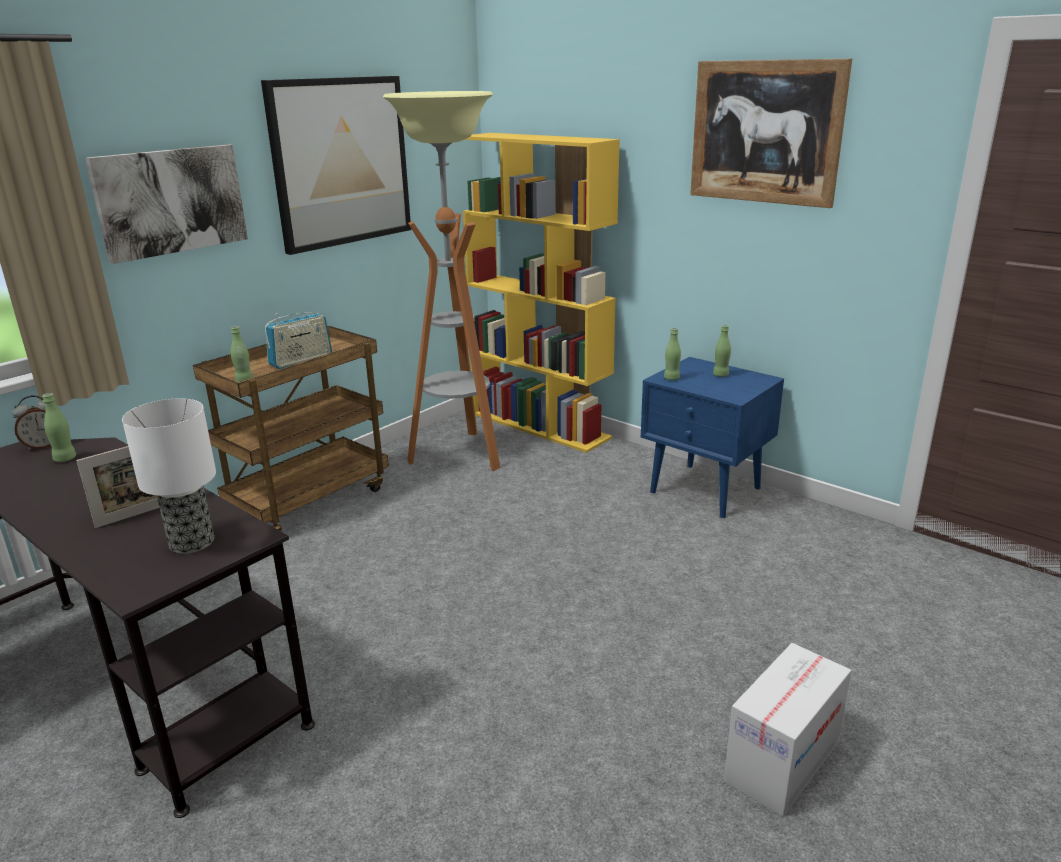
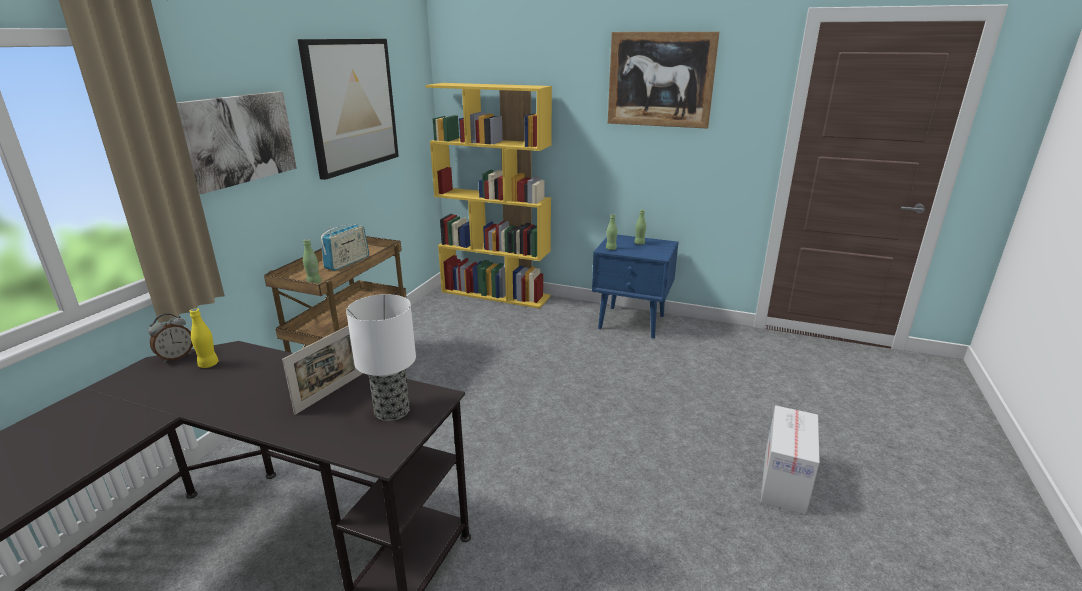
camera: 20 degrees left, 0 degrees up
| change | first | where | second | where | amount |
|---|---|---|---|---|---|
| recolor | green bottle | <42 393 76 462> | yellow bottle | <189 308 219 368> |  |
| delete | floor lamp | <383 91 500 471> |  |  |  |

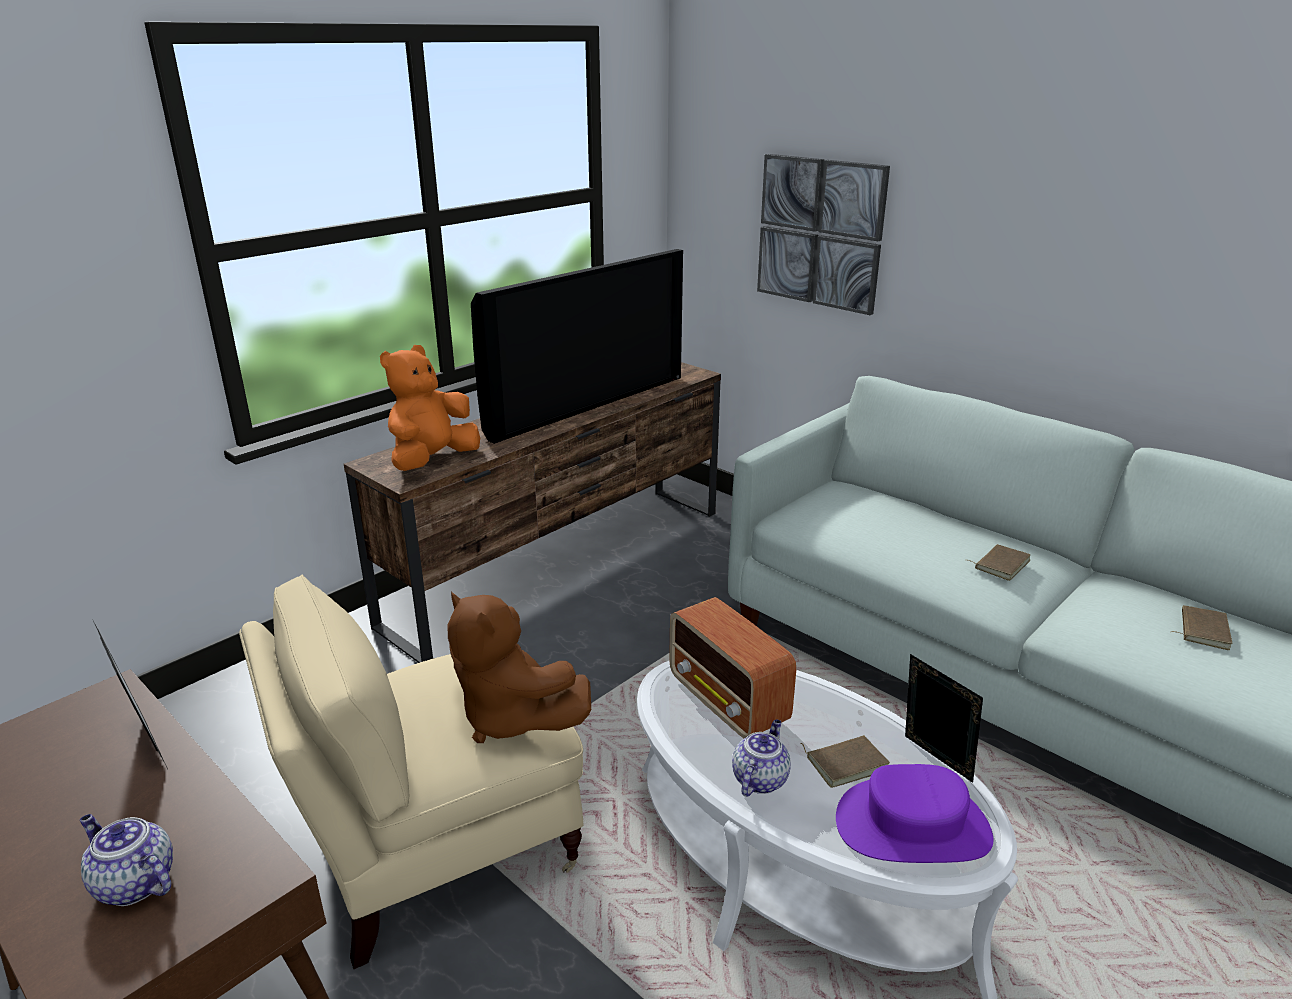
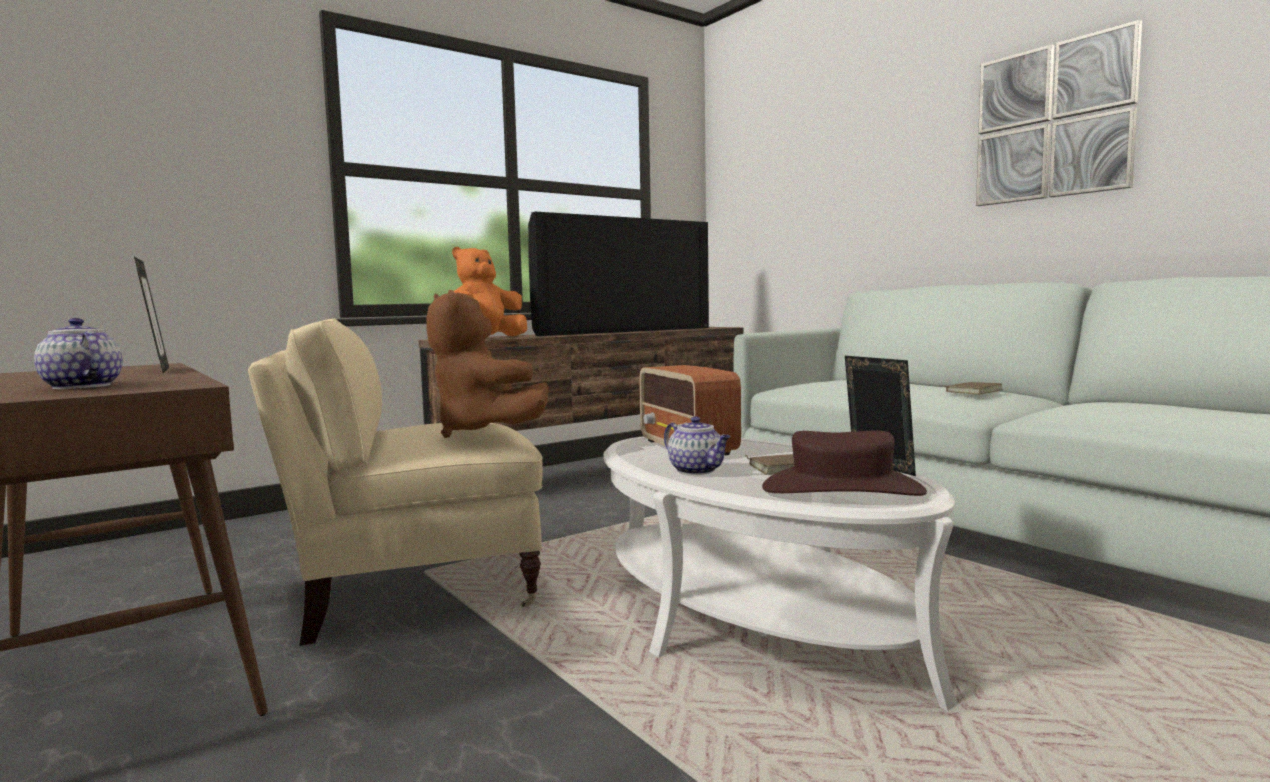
camera: 10 degrees right, 20 degrees down
| change | first | where | second | where | amount |
|---|---|---|---|---|---|
| rotate | teapot | <732 719 791 797> |  | <664 416 730 475> | 105 degrees clockwise |
| recolor | purple hat | <836 764 993 863> | brown hat | <762 430 927 496> |  |
| move | picture | <757 154 890 315> |  | <976 20 1142 206> |  |
| delete | brown book | <1171 605 1232 650> |  |  |  |

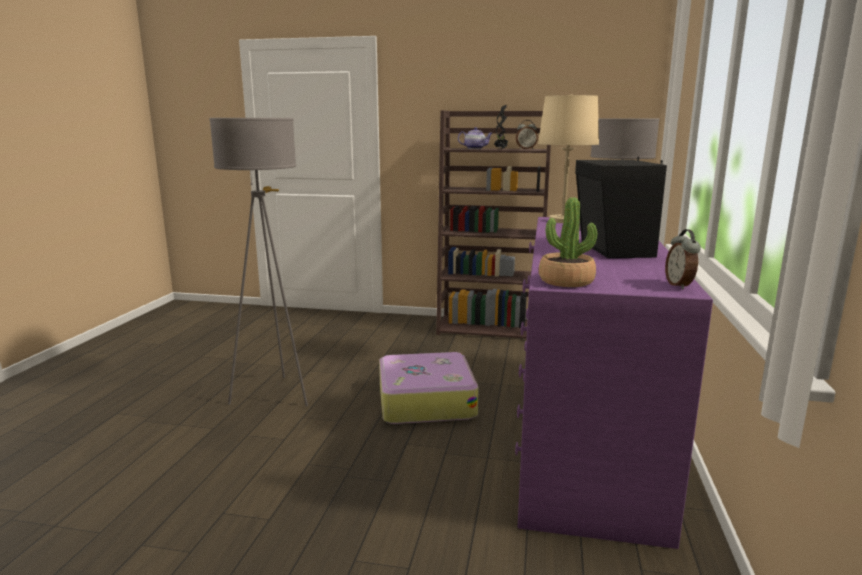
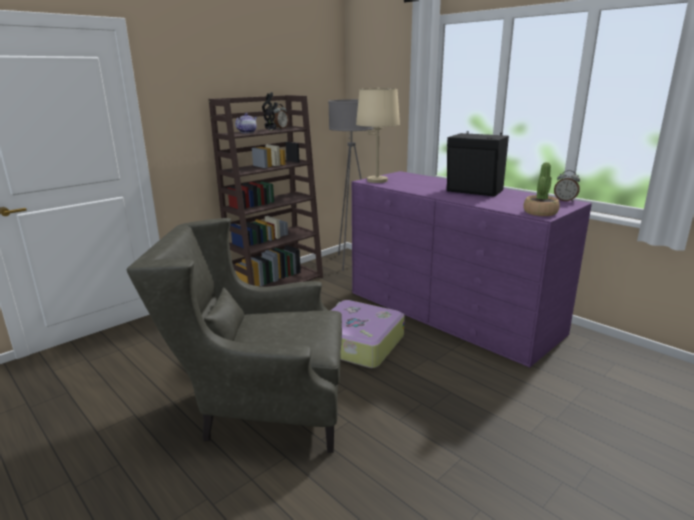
camera: 55 degrees left, 5 degrees up
| change | first | where | second | where | amount |
|---|---|---|---|---|---|
| replace | grey floor lamp | <209 118 308 406> | grey armchair | <127 218 342 453> |  |

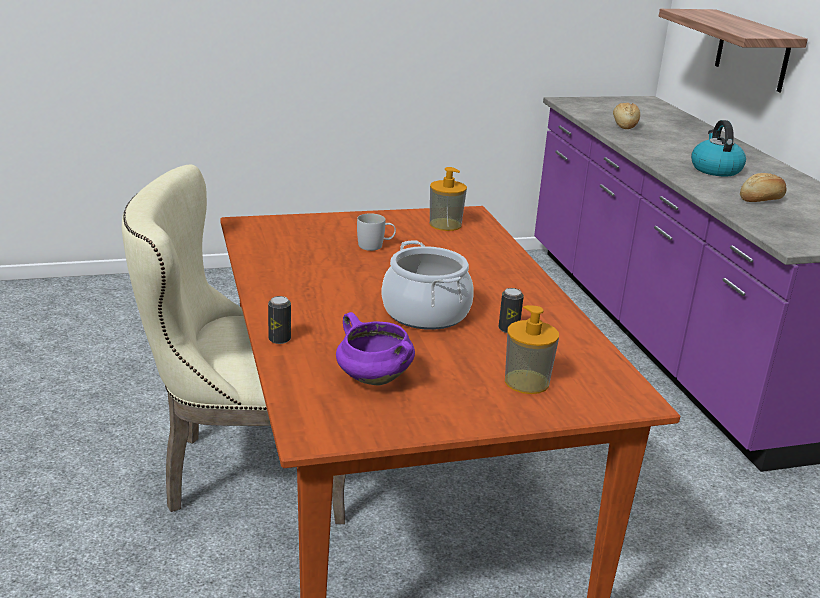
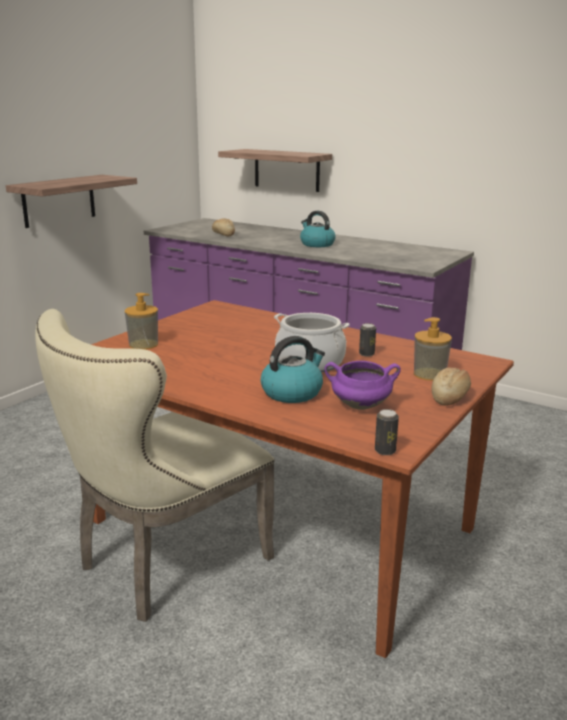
camera: 40 degrees left, 5 degrees down
| change | first | where | second | where | amount |
|---|---|---|---|---|---|
| insert |  |  | shelf | <6 175 137 228> |  |
| move | soap dispenser | <430 167 467 231> |  | <125 293 158 349> |  |
| insert |  |  | kettle | <261 336 325 403> |  |
| move | can | <268 296 291 344> |  | <375 409 399 455> |  |
| move | bread | <740 173 786 202> |  | <432 367 471 406> |  |
| delete | white mug | <357 213 396 251> |  |  |  |

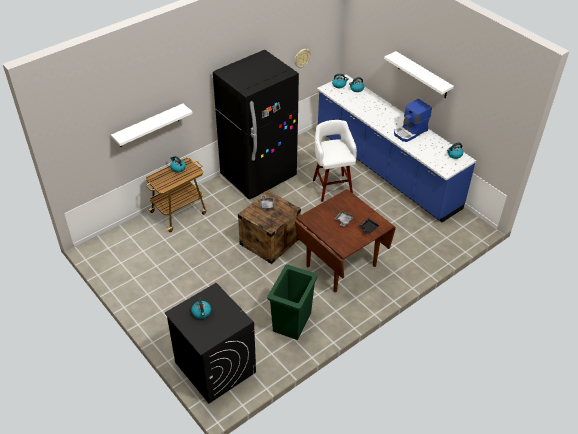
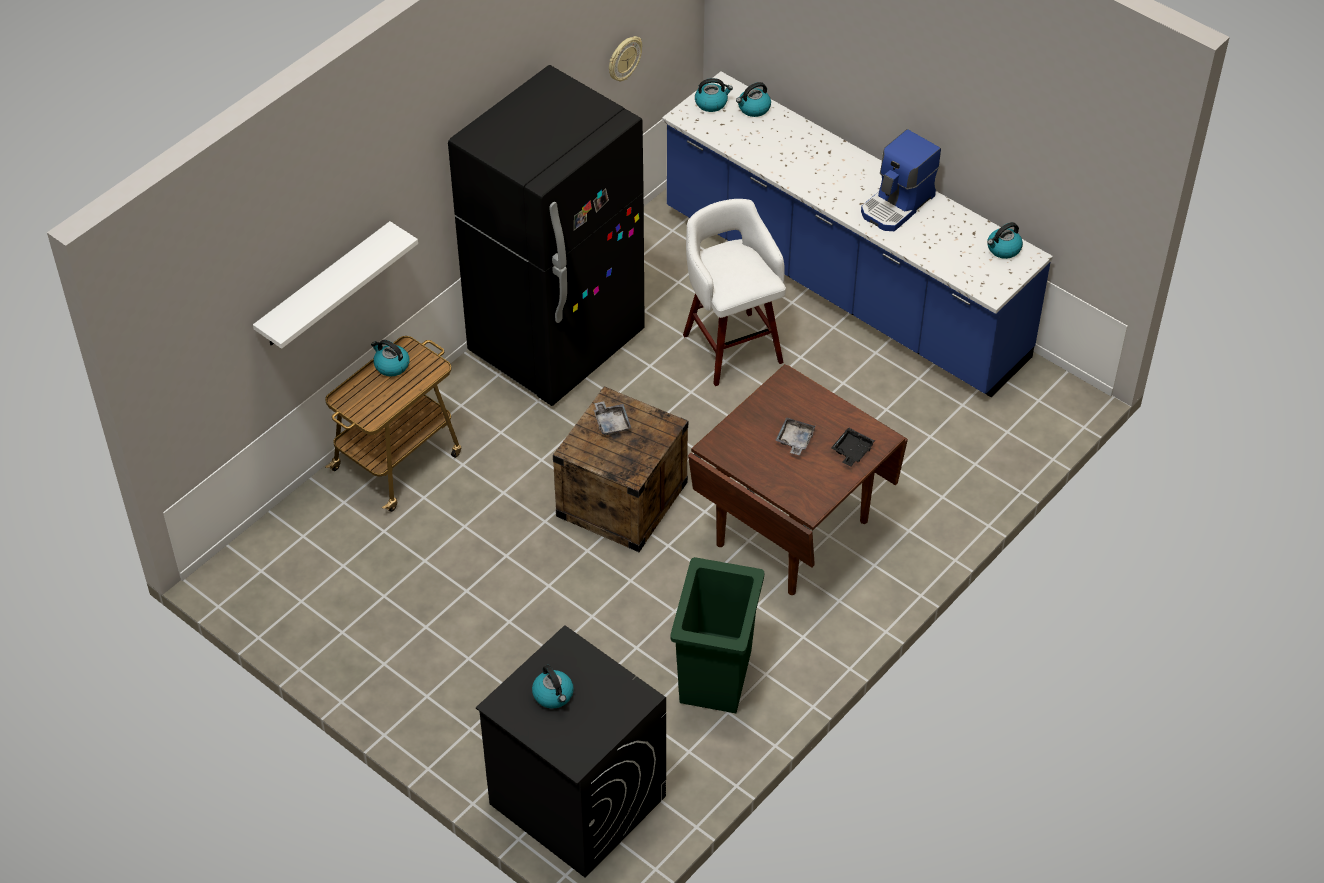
camera: 10 degrees left, 5 degrees up
| change | first | where | second | where | amount |
|---|---|---|---|---|---|
| delete | white shelf | <384 51 454 98> |  |  |  |

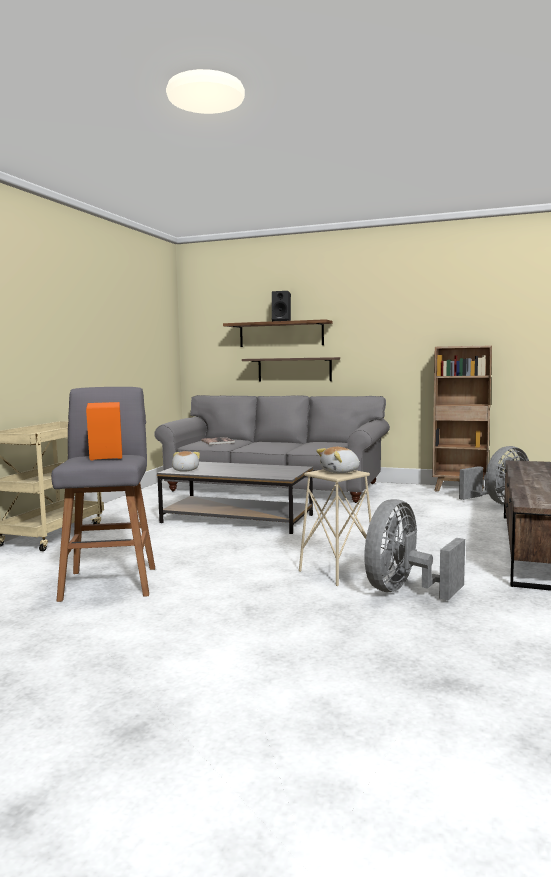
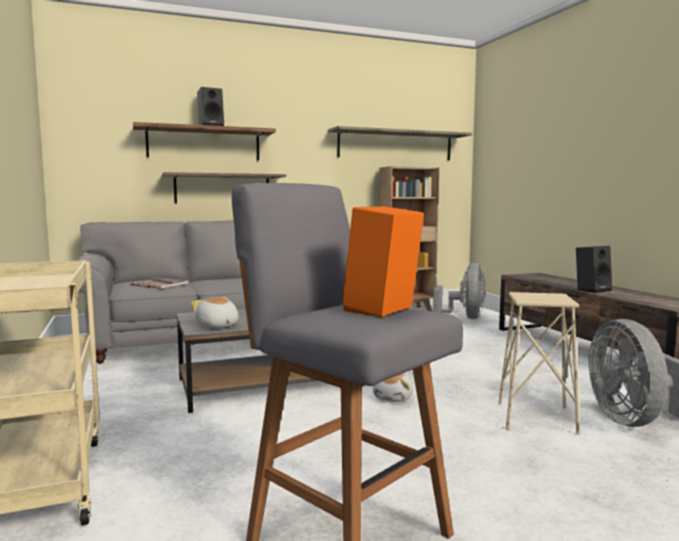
camera: 40 degrees left, 0 degrees up
| change | first | where | second | where | amount |
|---|---|---|---|---|---|
| insert |  |  | shelf | <328 126 472 160> |  |
| move | plush toy | <316 447 360 473> |  | <373 373 414 402> |  |
| insert |  |  | black speaker | <576 246 612 293> |  |

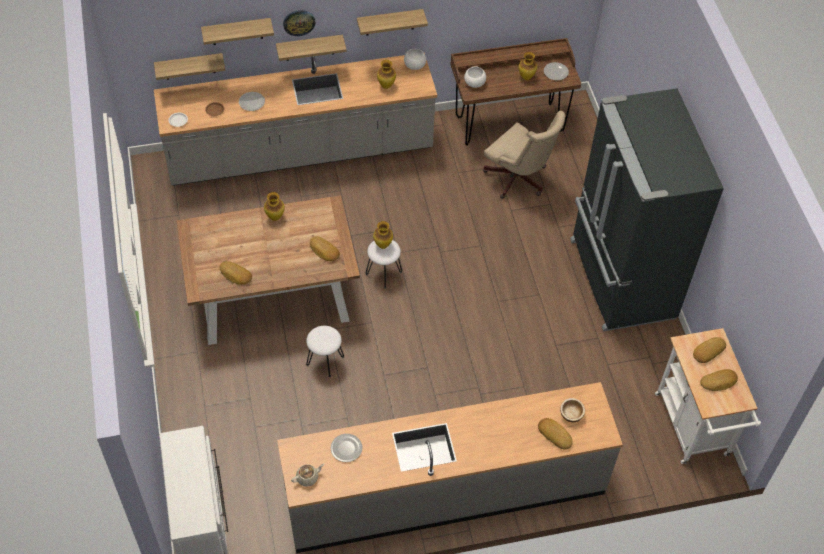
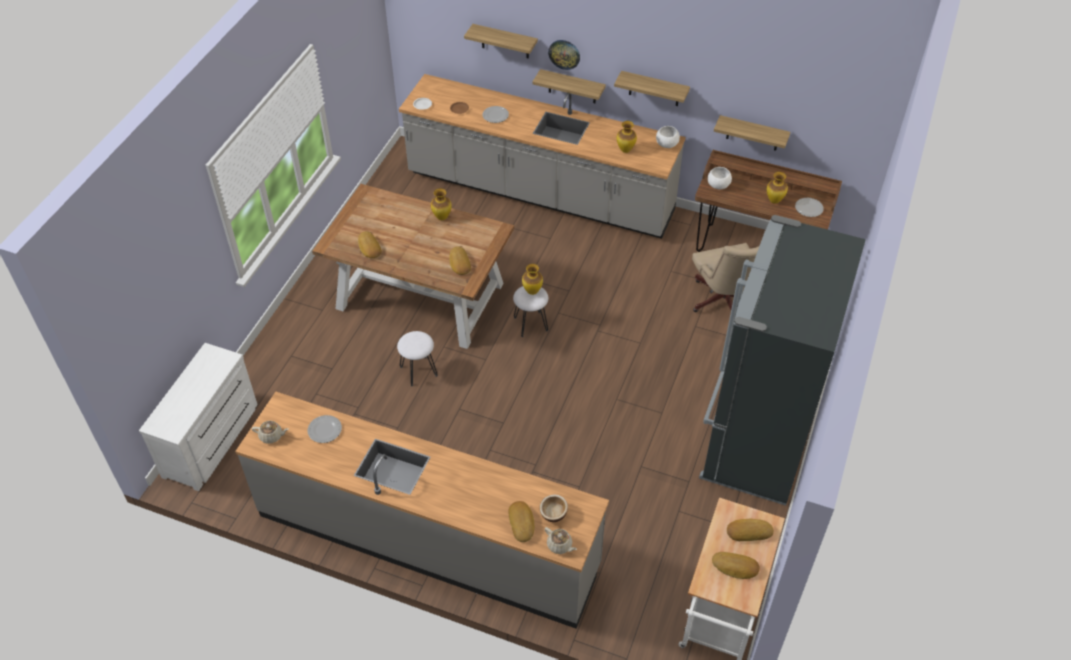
camera: 35 degrees right, 5 degrees down
| change | first | where | second | where | amount |
|---|---|---|---|---|---|
| insert |  |  | beige teapot | <545 527 577 554> |  |
| move | shelf | <154 53 225 80> |  | <714 115 790 151> |  |

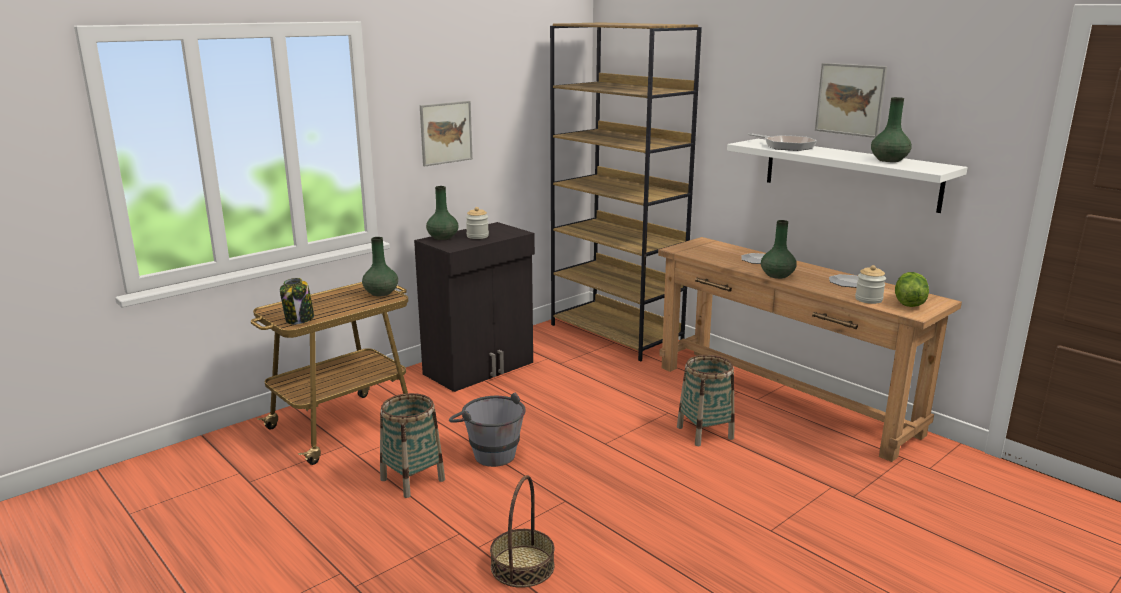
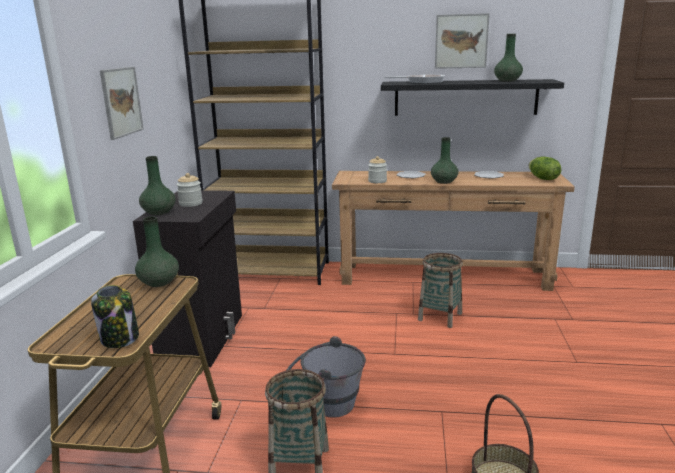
camera: 40 degrees left, 0 degrees up
| change | first | where | second | where | amount |
|---|---|---|---|---|---|
| move | jar | <855 265 886 304> |  | <368 156 387 183> |  |
| recolor | white shelf | <727 139 968 213> | black shelf | <381 79 564 116> |  |

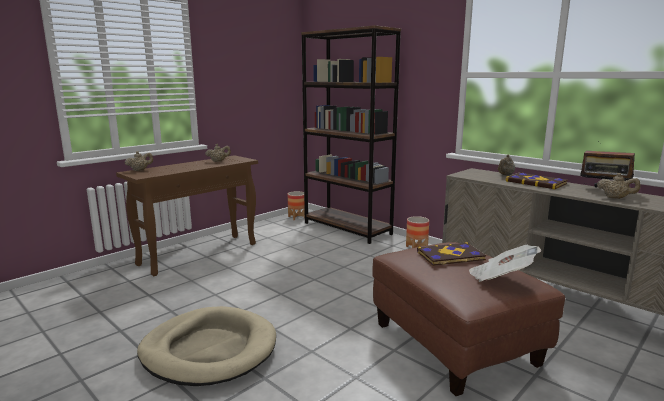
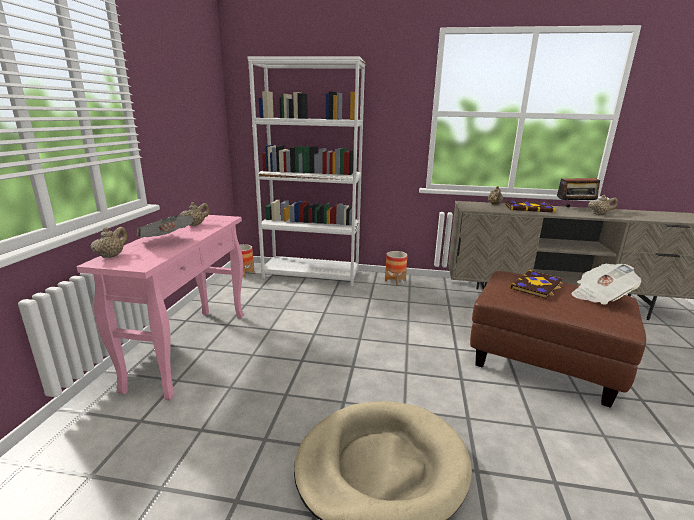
camera: 35 degrees left, 5 degrees up
| change | first | where | second | where | amount |
|---|---|---|---|---|---|
| recolor | brown console table | <116 155 258 276> | pink console table | <76 215 243 400> |  |
| insert |  |  | newspaper | <137 215 194 238> |  |
| recolor | brown bookcase | <301 25 401 244> | white bookcase | <247 56 366 287> |  |

